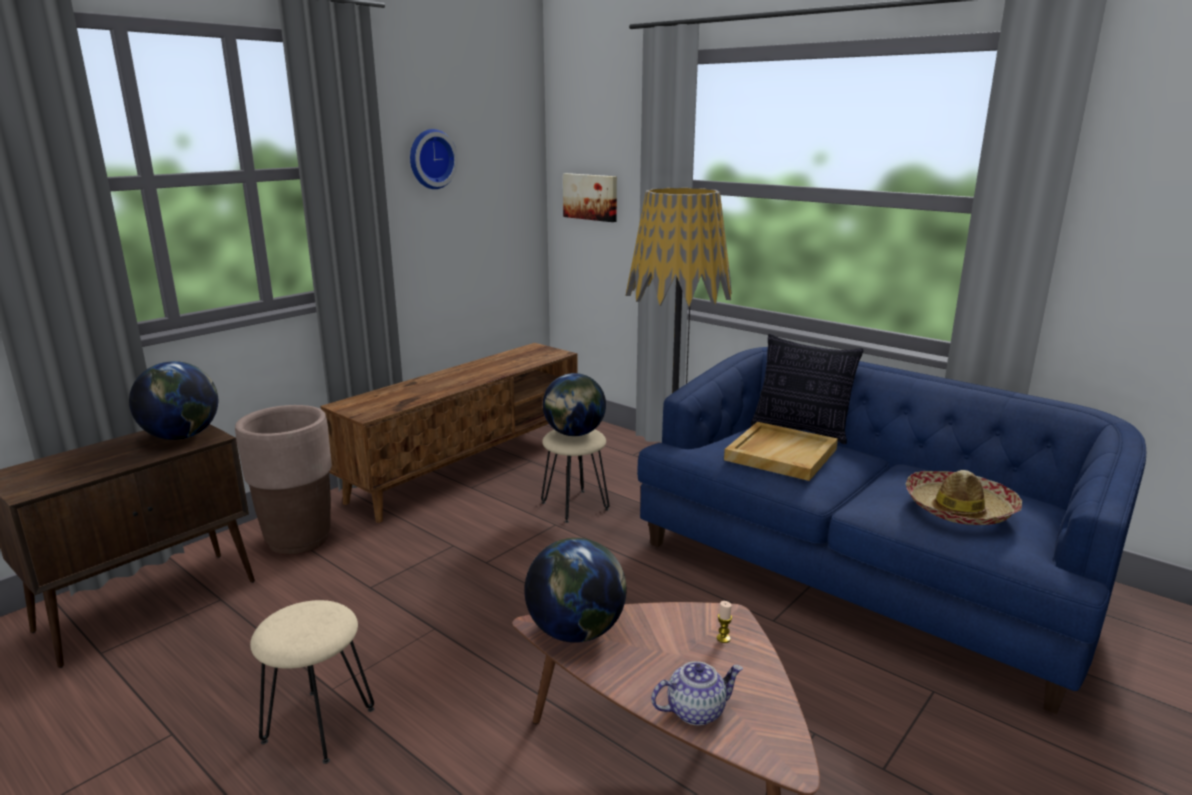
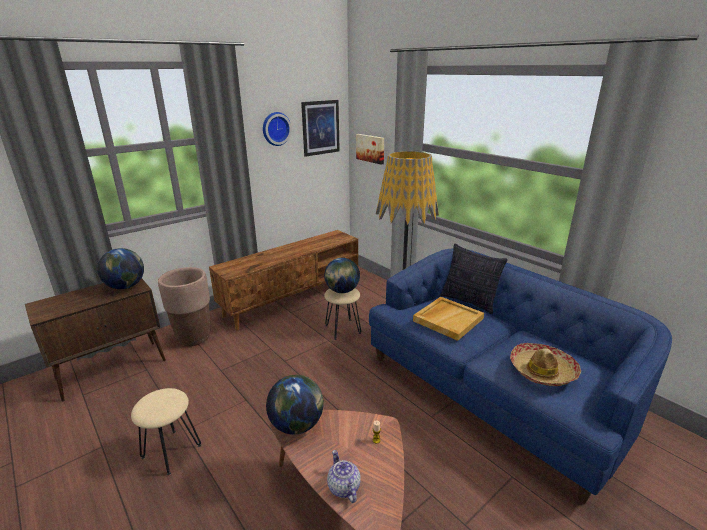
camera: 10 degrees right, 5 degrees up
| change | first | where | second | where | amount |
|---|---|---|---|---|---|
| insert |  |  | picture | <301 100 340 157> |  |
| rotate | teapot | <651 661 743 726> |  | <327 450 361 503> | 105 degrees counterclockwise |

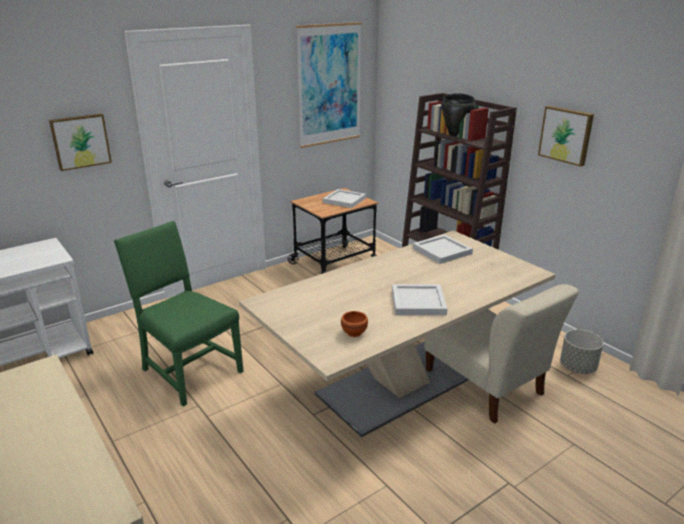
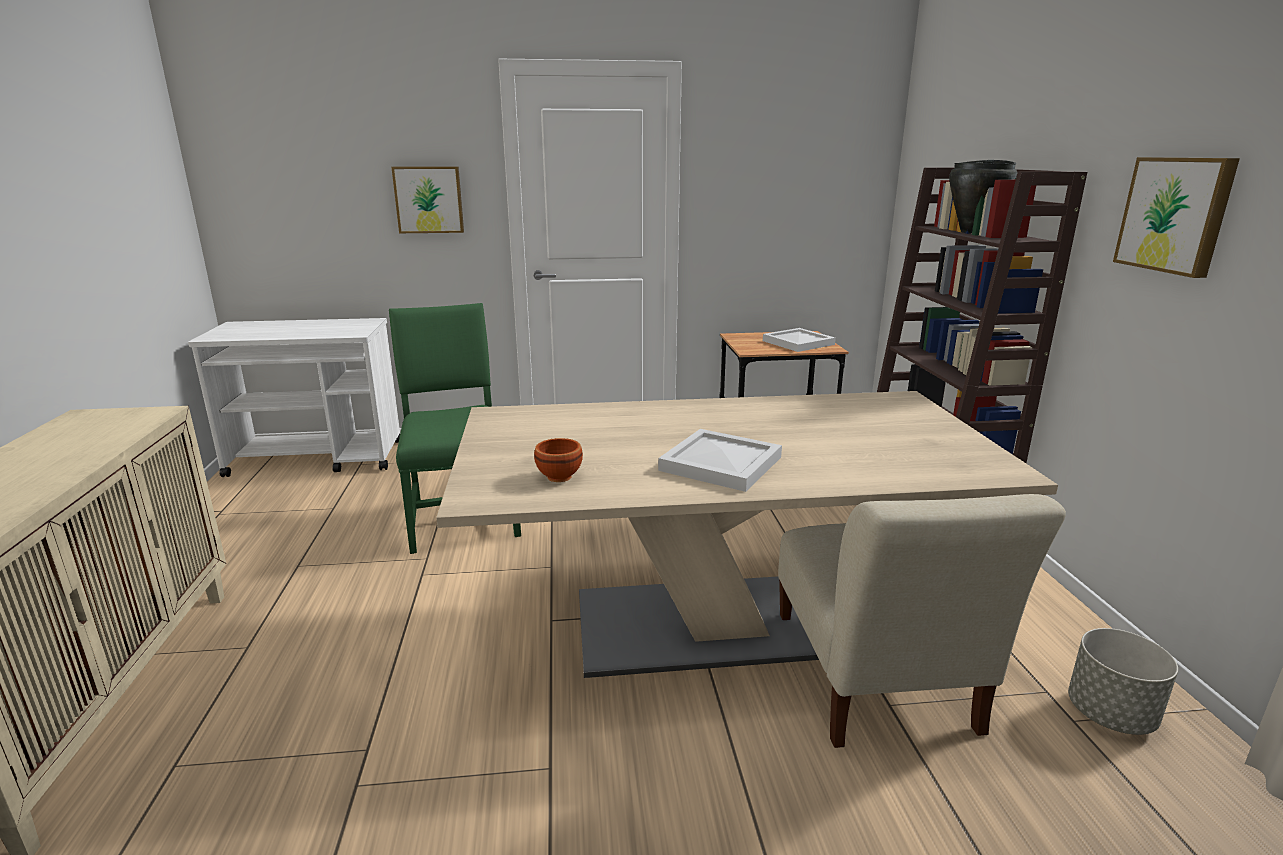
camera: 30 degrees right, 5 degrees down
| change | first | where | second | where | amount |
|---|---|---|---|---|---|
| delete | picture | <296 22 362 148> |  |  |  |
| delete | white tray | <413 234 473 264> |  |  |  |

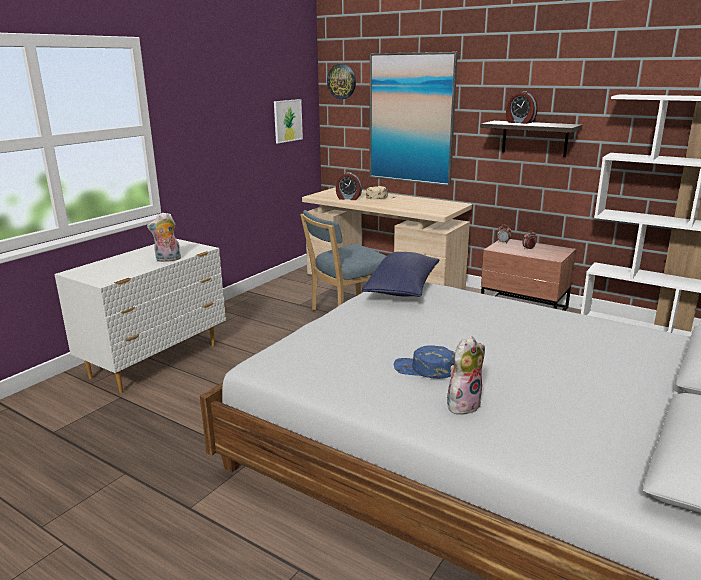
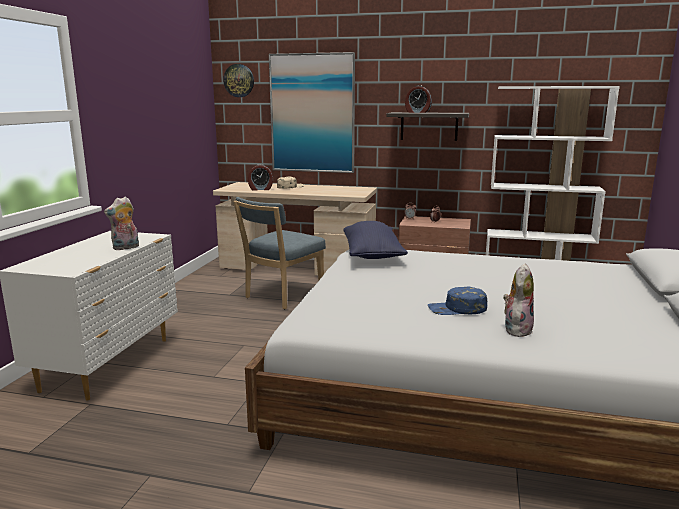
camera: 20 degrees left, 5 degrees down
| change | first | where | second | where | amount |
|---|---|---|---|---|---|
| delete | picture | <274 99 303 143> |  |  |  |

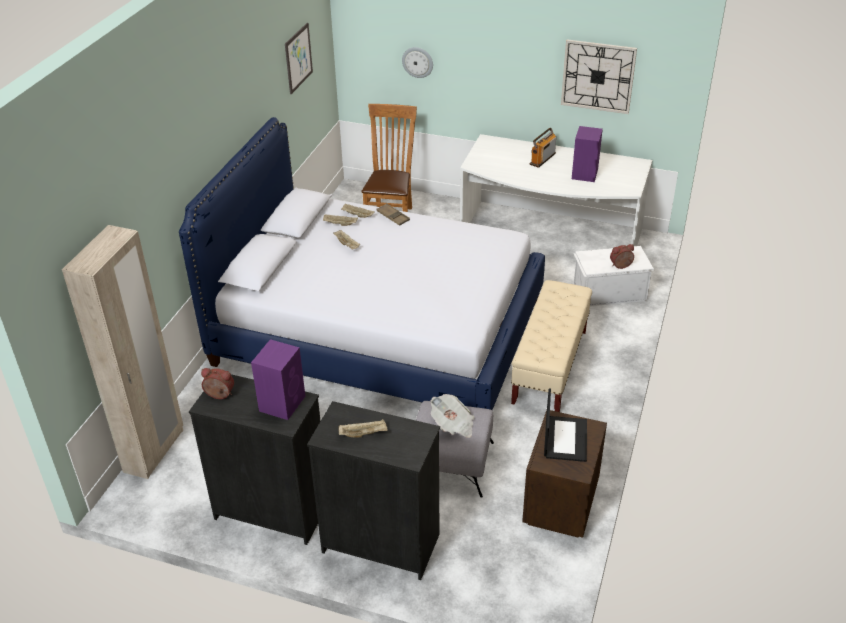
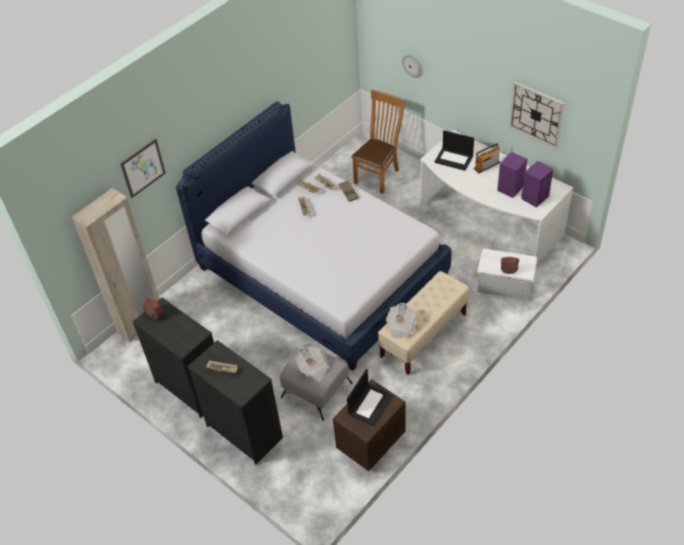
camera: 25 degrees right, 10 degrees up
| change | first | where | second | where | amount |
|---|---|---|---|---|---|
| move | picture | <285 23 313 94> |  | <120 139 166 198> |  |
| insert |  |  | newspaper | <386 303 417 339> |  |
| insert |  |  | laptop | <434 130 474 171> |  |
| move | purple speaker | <251 339 305 420> |  | <521 161 553 207> |  |

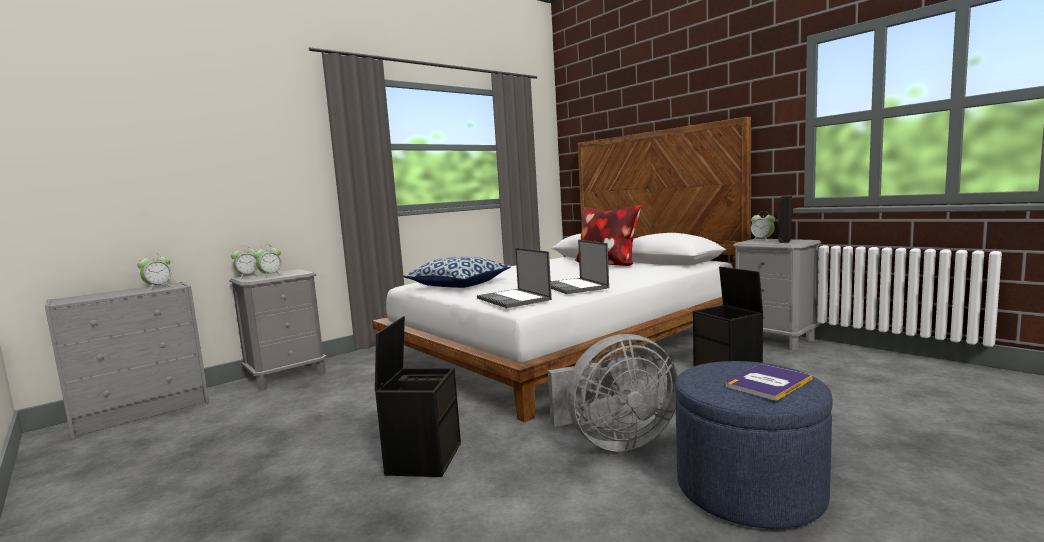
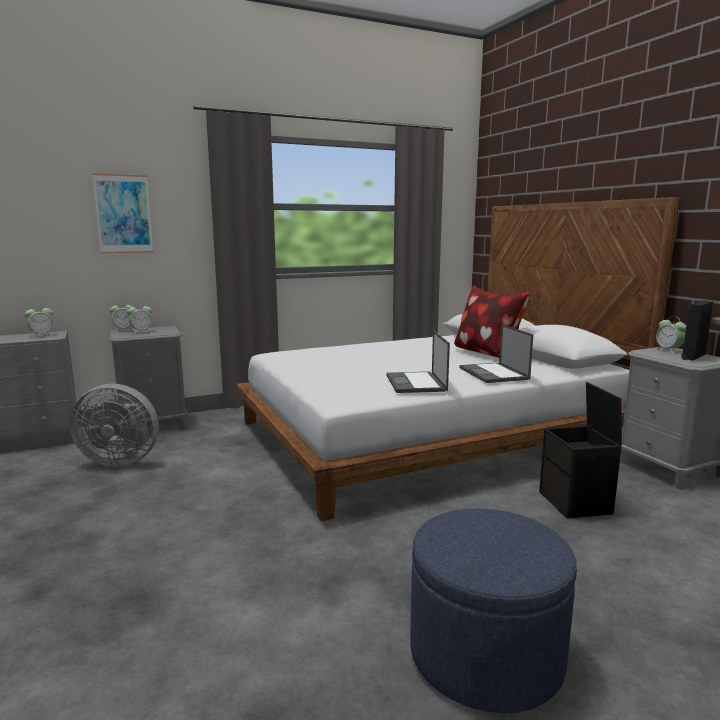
camera: 15 degrees right, 5 degrees up
| change | first | where | second | where | amount |
|---|---|---|---|---|---|
| move | grey fan | <548 334 678 452> |  | <69 384 159 467> |  |
| insert |  |  | picture | <92 173 153 253> |  |
| move | laptop | <477 248 552 308> |  | <459 324 533 383> |  |
| delete | black storage box | <375 316 461 477> |  |  |  |
| delete | pillow | <403 257 511 288> |  |  |  |
| delete | book | <726 365 812 401> |  |  |  |

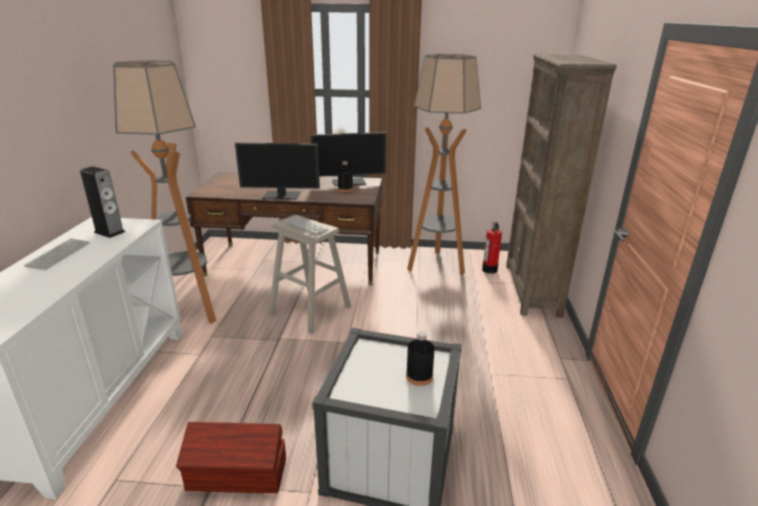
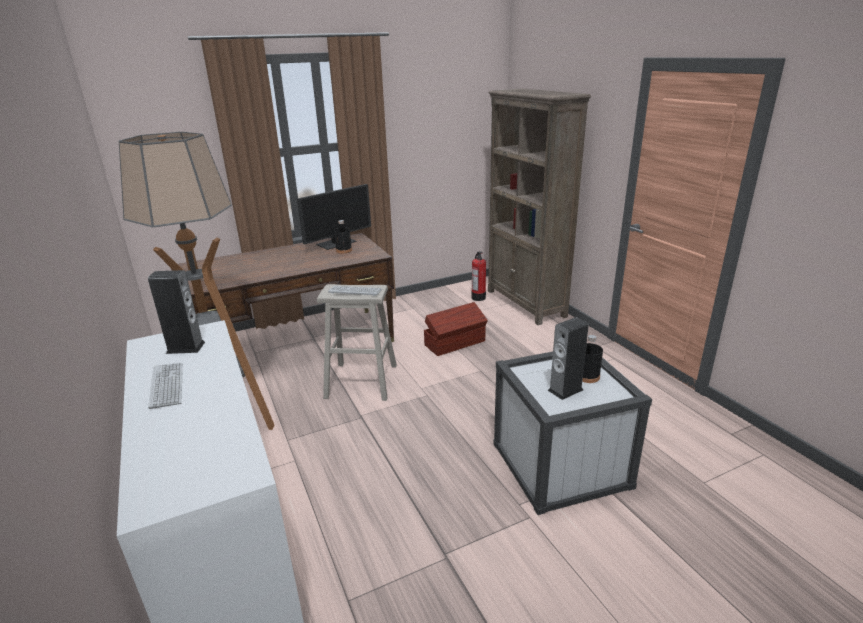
camera: 30 degrees left, 0 degrees up
| change | first | where | second | where | amount |
|---|---|---|---|---|---|
| move | brown storage box | <176 422 286 494> |  | <424 302 488 356> |  |
| insert |  |  | speaker | <548 317 589 400> |  |
| delete | monitor | <235 143 320 200> |  |  |  |
| delete | floor lamp | <407 54 481 275> |  |  |  |

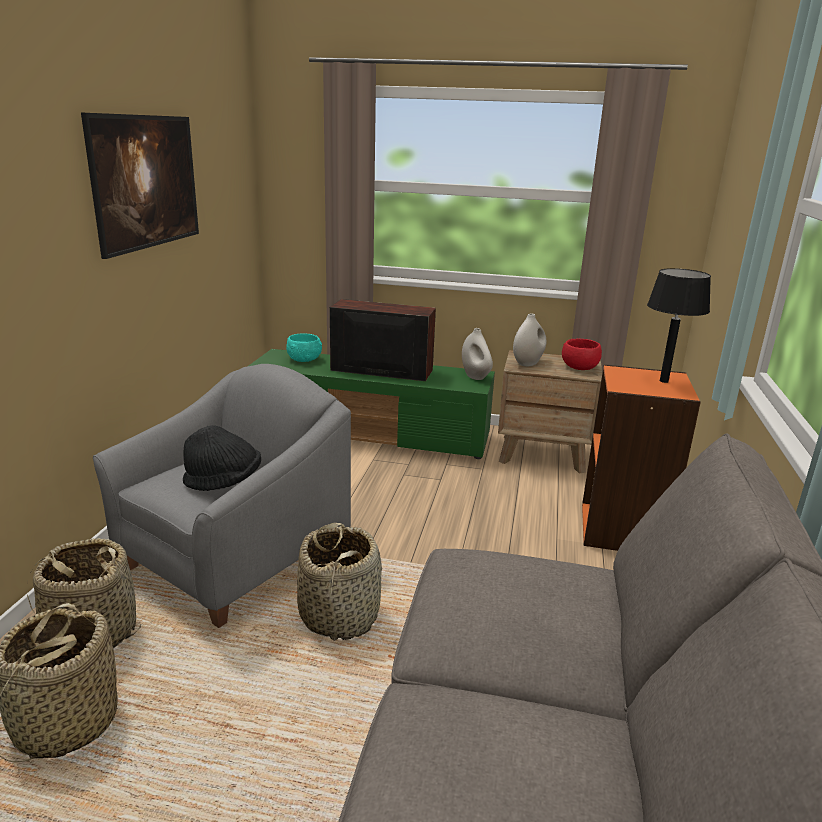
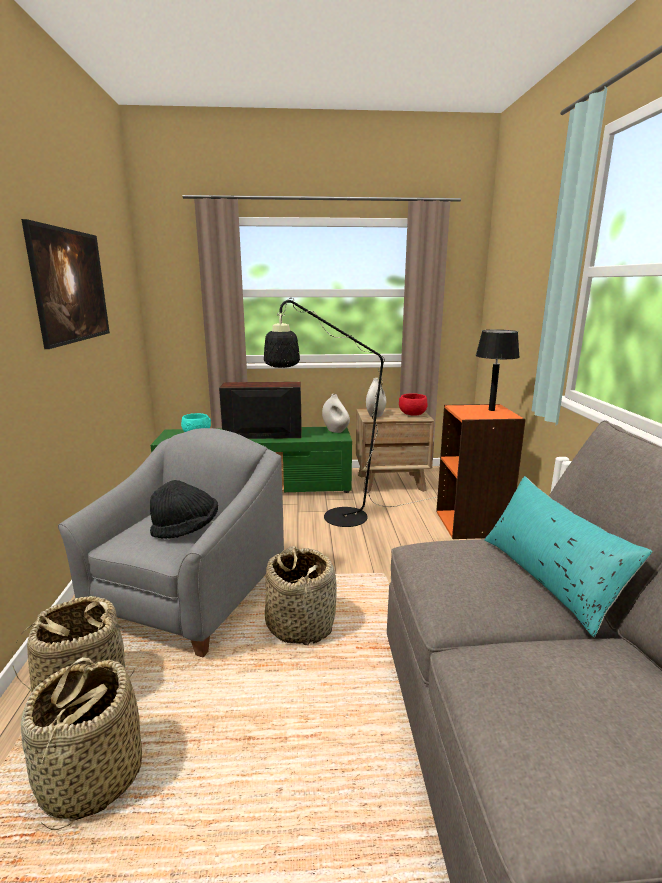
camera: 15 degrees left, 5 degrees down
| change | first | where | second | where | amount |
|---|---|---|---|---|---|
| insert |  |  | black floor lamp | <264 298 436 527> |  |
| insert |  |  | turquoise pillow | <485 476 653 637> |  |

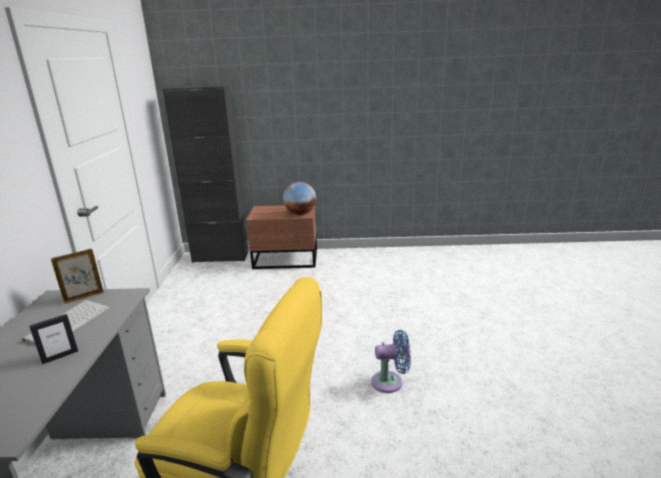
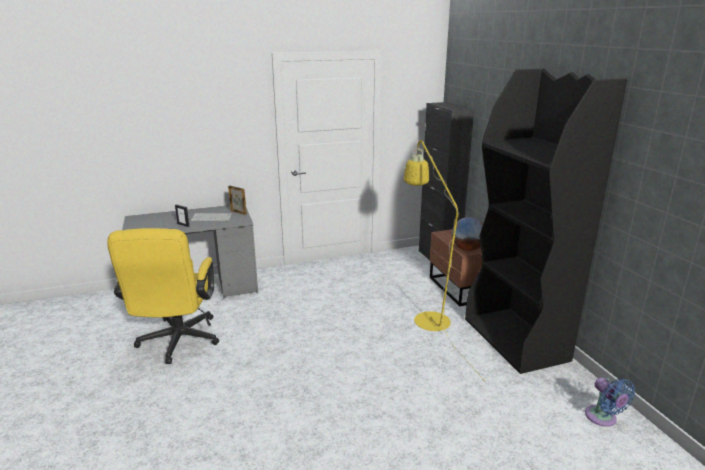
camera: 70 degrees right, 0 degrees up
| change | first | where | second | where | amount |
|---|---|---|---|---|---|
| insert |  |  | yellow floor lamp | <404 139 486 382> |  |
| insert |  |  | black bookcase | <465 69 627 374> |  |
| move | blue fan | <371 330 411 393> |  | <585 378 636 427> |  |

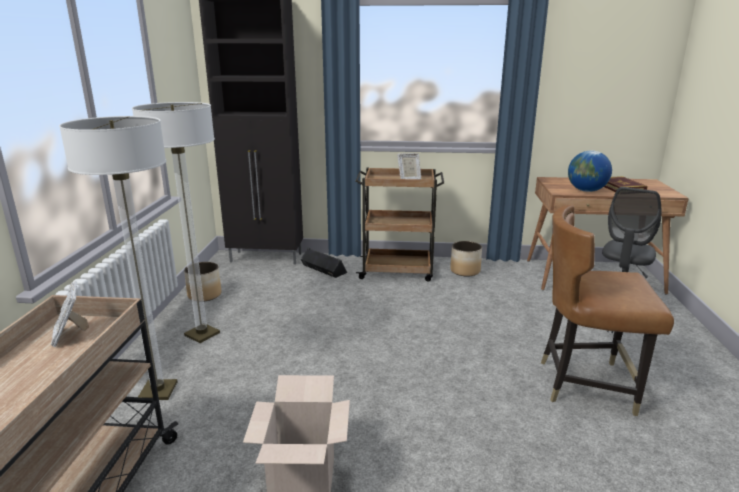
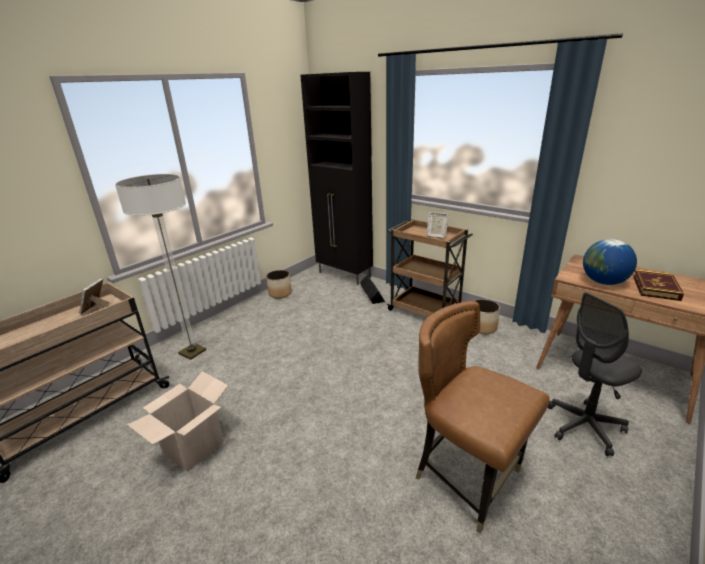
camera: 35 degrees right, 5 degrees up
| change | first | where | second | where | amount |
|---|---|---|---|---|---|
| delete | floor lamp | <132 102 220 343> |  |  |  |

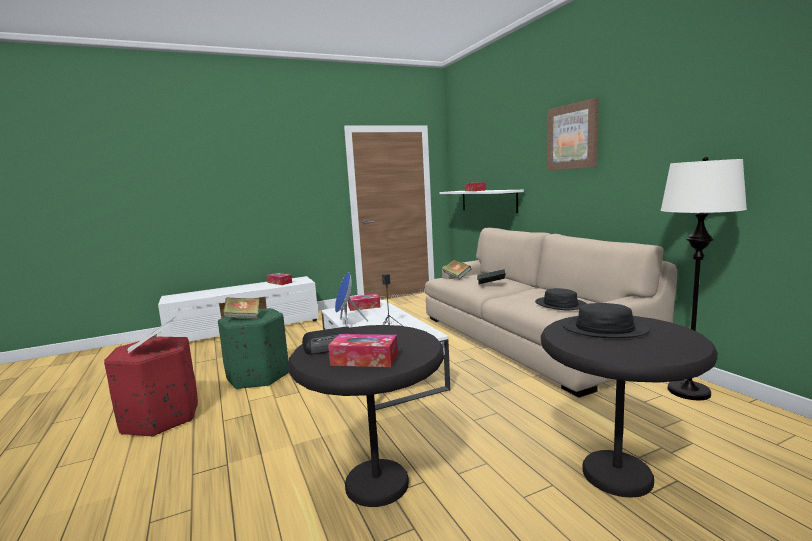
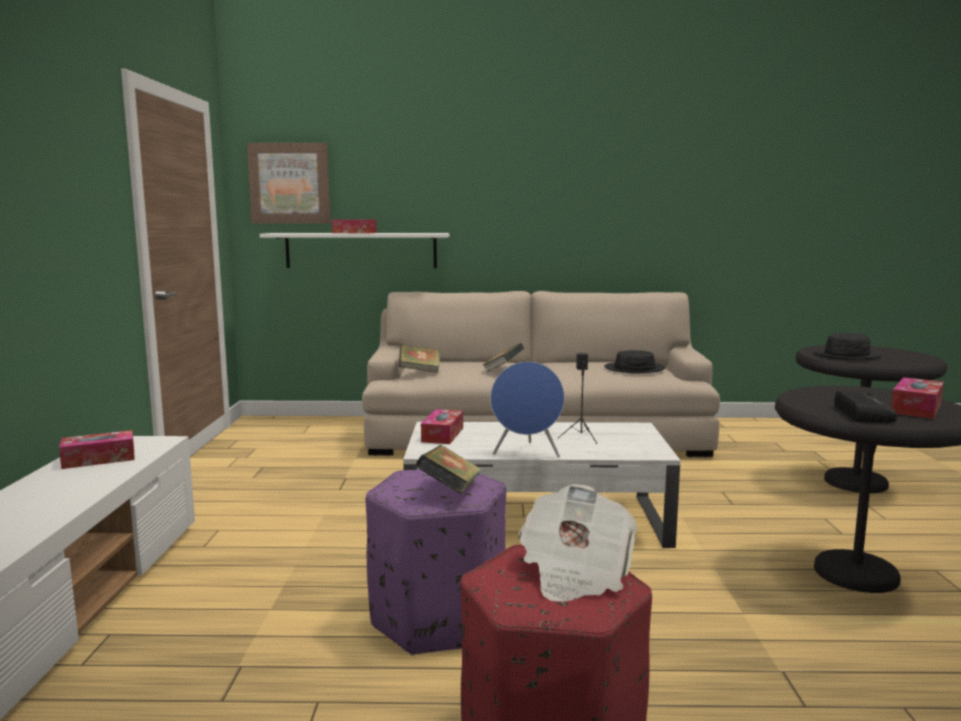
camera: 65 degrees left, 0 degrees up
| change | first | where | second | where | amount |
|---|---|---|---|---|---|
| move | picture | <547 98 599 171> |  | <247 143 330 224> |  |
| recolor | green ottoman | <218 308 289 390> | purple ottoman | <365 469 506 655> |  |
| delete | white floor lamp | <660 157 747 400> |  |  |  |

